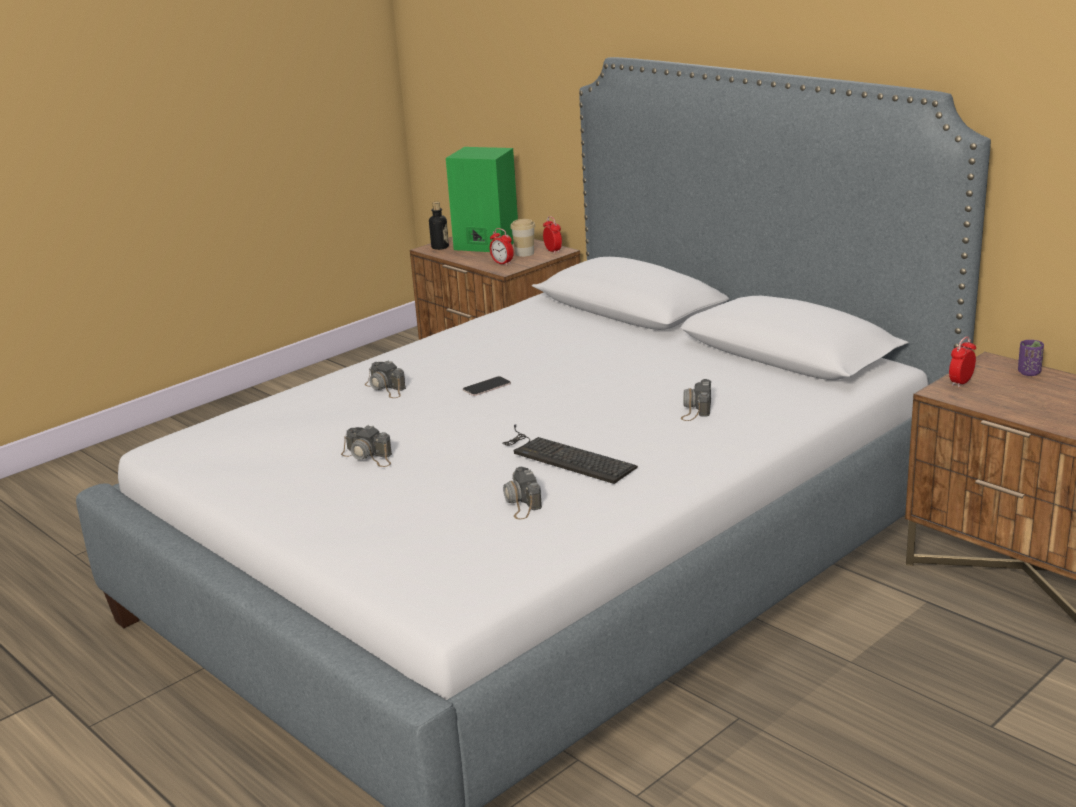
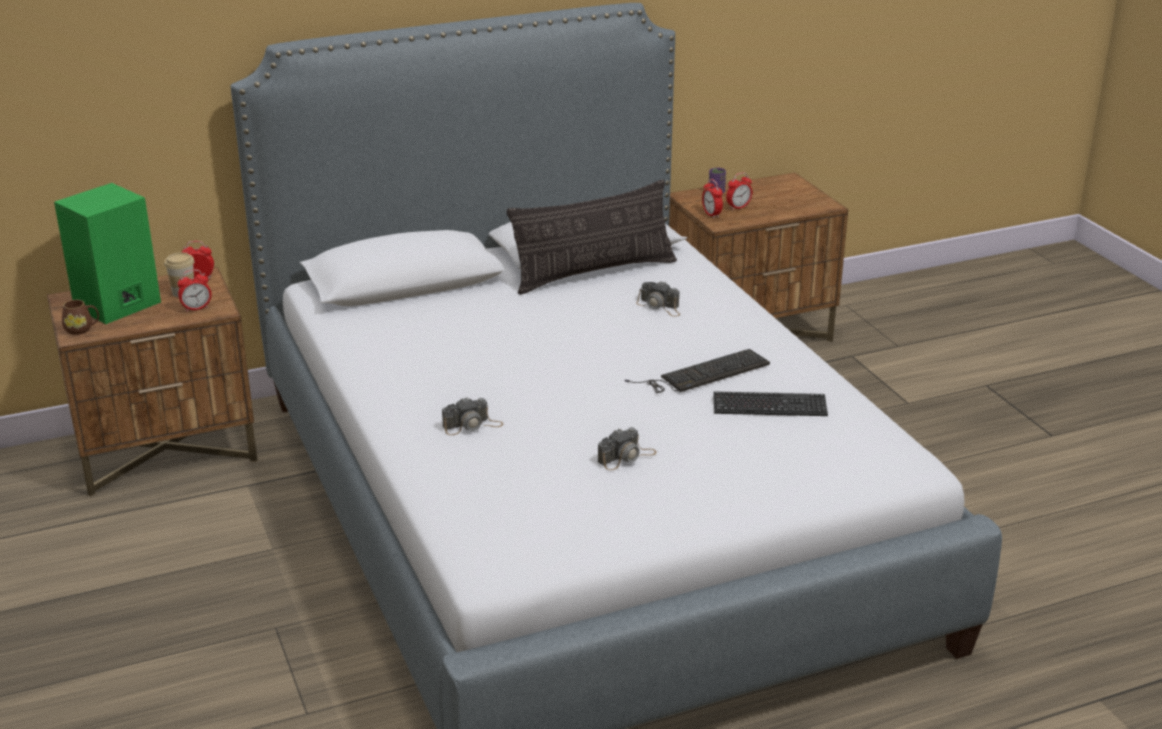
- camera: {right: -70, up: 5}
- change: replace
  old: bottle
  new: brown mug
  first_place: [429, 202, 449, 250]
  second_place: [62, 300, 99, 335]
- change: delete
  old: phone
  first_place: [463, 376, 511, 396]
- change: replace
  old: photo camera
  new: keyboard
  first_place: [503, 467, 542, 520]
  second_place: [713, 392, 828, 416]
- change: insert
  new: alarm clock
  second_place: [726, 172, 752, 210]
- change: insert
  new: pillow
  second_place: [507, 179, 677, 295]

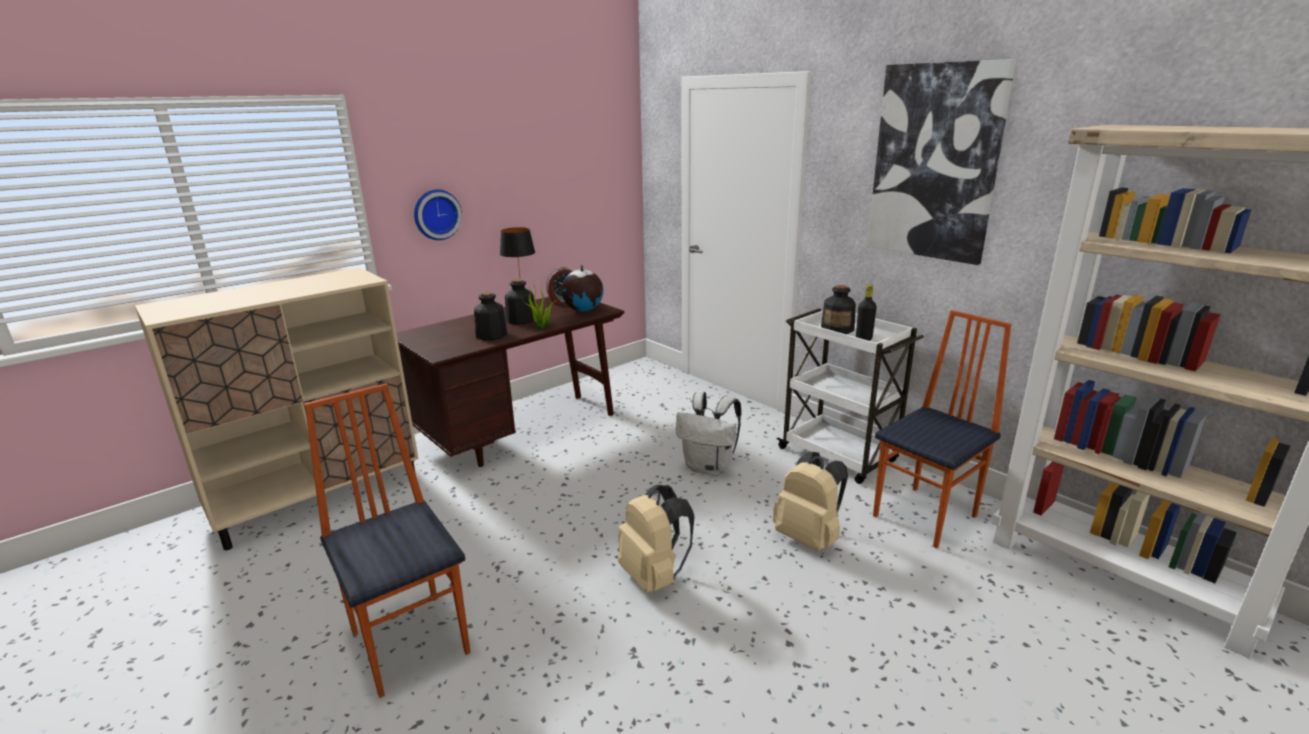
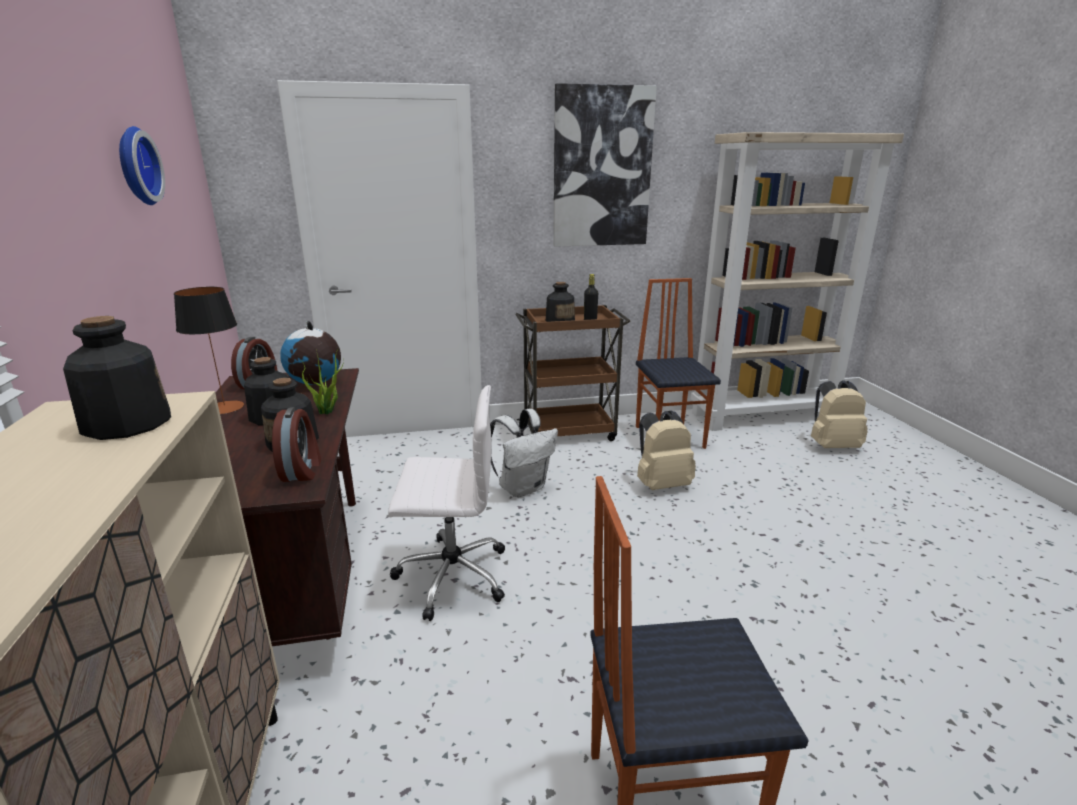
- camera: {right: -60, up: 0}
- change: move
  old: wall clock
  first_place: [414, 189, 462, 240]
  second_place: [119, 126, 165, 205]
- change: recolor
  old: white cart
  new: brown cart
  first_place: [776, 308, 924, 484]
  second_place: [515, 305, 631, 441]
- change: move
  old: beige backpack
  first_place: [618, 484, 695, 593]
  second_place: [811, 380, 868, 448]
- change: insert
  new: bottle
  second_place: [63, 316, 171, 440]
- change: insert
  new: white office chair
  second_place: [388, 385, 505, 621]
- change: insert
  new: alarm clock
  second_place: [272, 407, 321, 482]

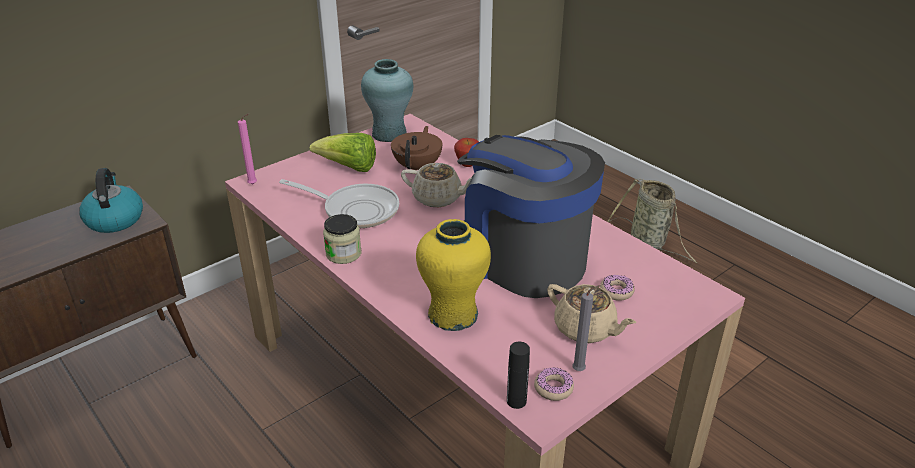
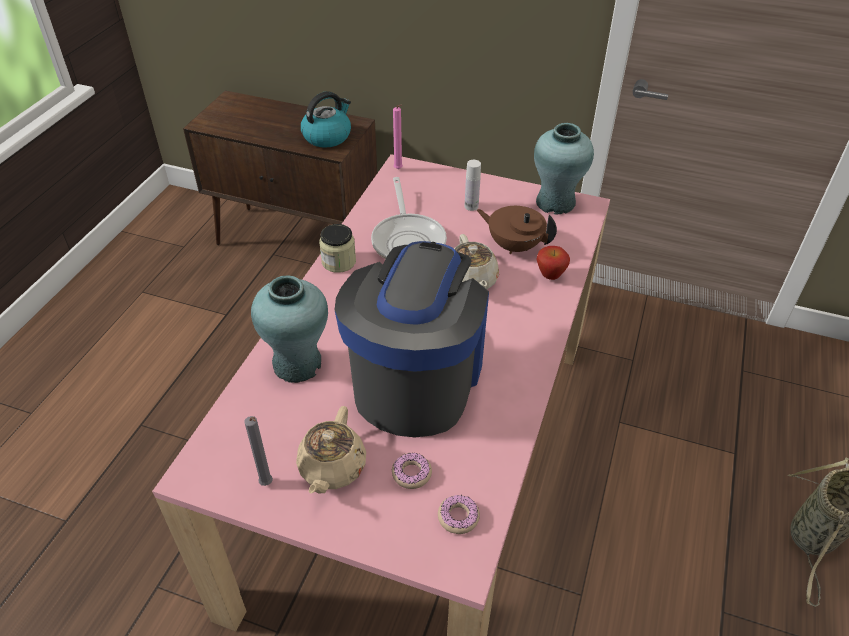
- camera: {right: 60, up: 10}
- change: rotate
  old: brown teapot
  first_place: [391, 126, 442, 170]
  second_place: [477, 206, 557, 254]
  degrees: -135
- change: replace
  old: lettuce
  new: white bottle
  first_place: [310, 133, 376, 172]
  second_place: [465, 160, 481, 211]
- change: recolor
  old: yellow vase
  new: turquoise vase
  first_place: [416, 219, 491, 331]
  second_place: [251, 276, 328, 383]
- change: delete
  old: black bottle
  first_place: [507, 342, 530, 409]
- change: move
  old: donut
  first_place: [534, 367, 574, 401]
  second_place: [438, 495, 480, 534]

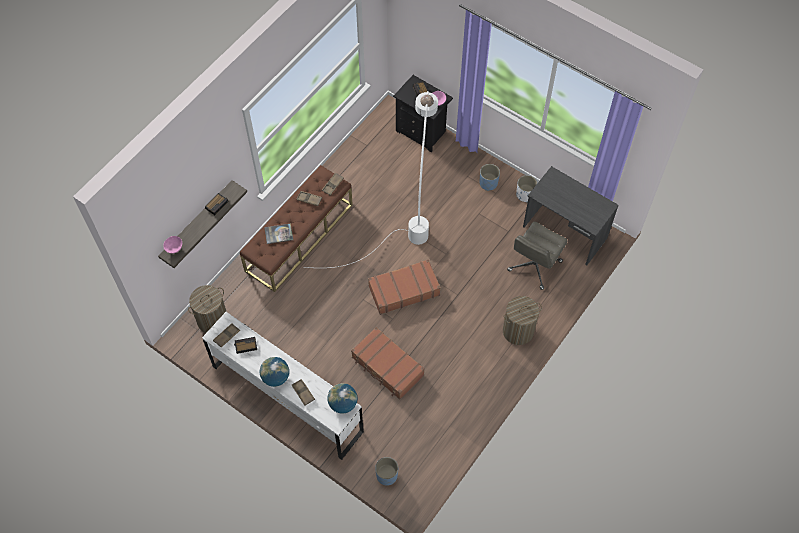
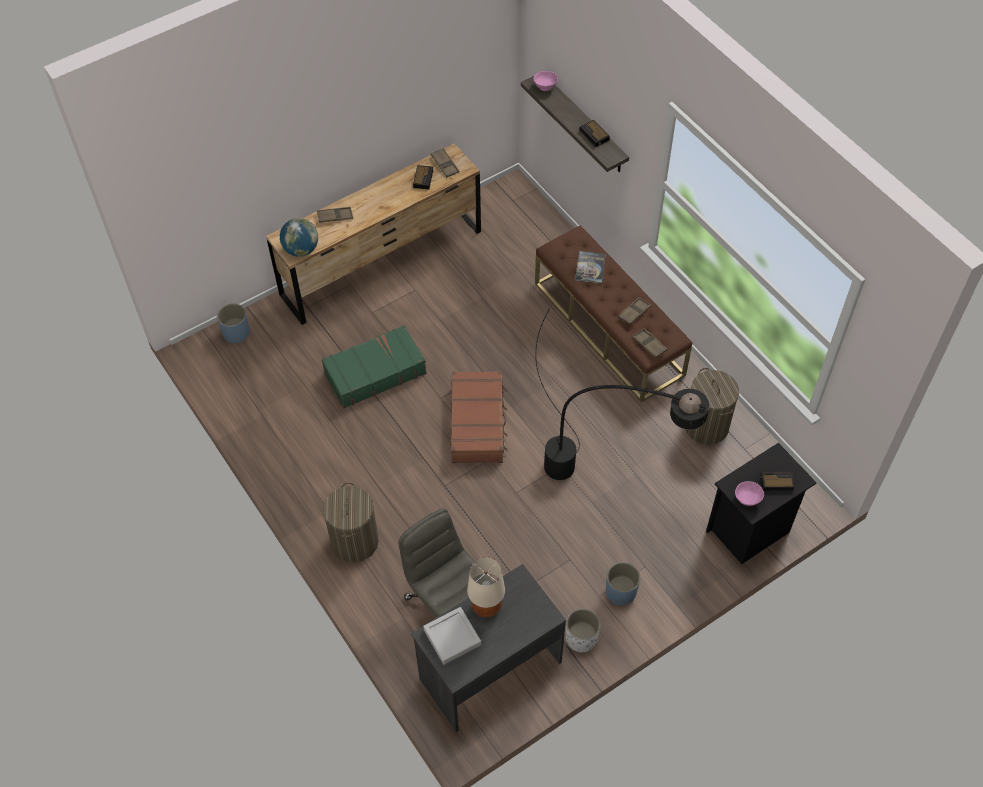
- camera: {right: 110, up: -5}
- change: recolor
  old: white floor lamp
  new: black floor lamp
  first_place: [304, 91, 438, 268]
  second_place: [535, 308, 709, 480]
- change: move
  old: laundry basket
  first_place: [188, 285, 227, 333]
  second_place: [685, 368, 739, 445]
- change: recolor
  old: white dresser
  new: brown dresser
  first_place: [202, 312, 364, 460]
  second_place: [266, 143, 481, 325]
- change: recolor
  old: brown suitcase
  new: green suitcase
  first_place: [351, 327, 425, 400]
  second_place: [322, 325, 427, 408]
- change: delete
  old: globe
  first_place: [260, 357, 289, 387]
- change: insert
  new: beige table lamp
  second_place: [467, 557, 505, 618]
- change: insert
  new: grey tray
  second_place: [423, 607, 481, 665]

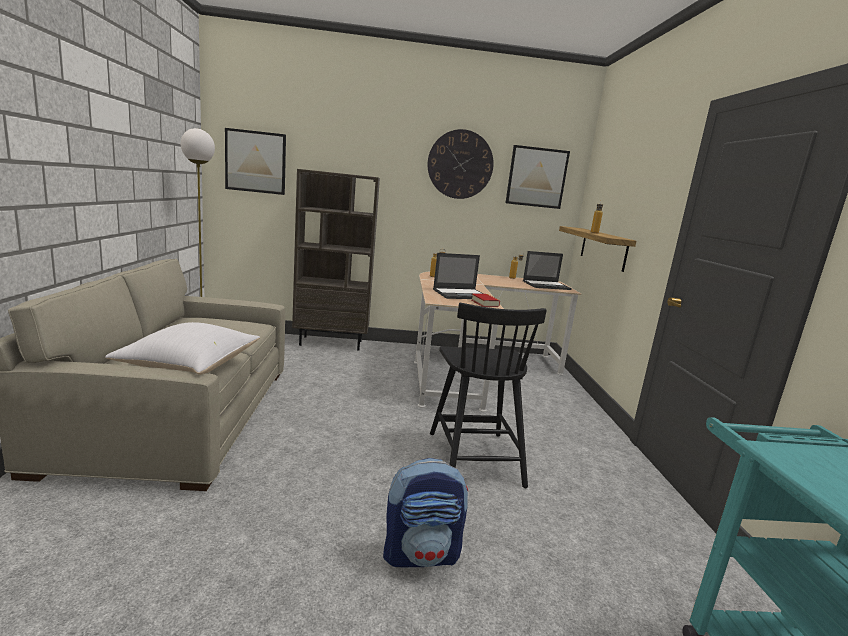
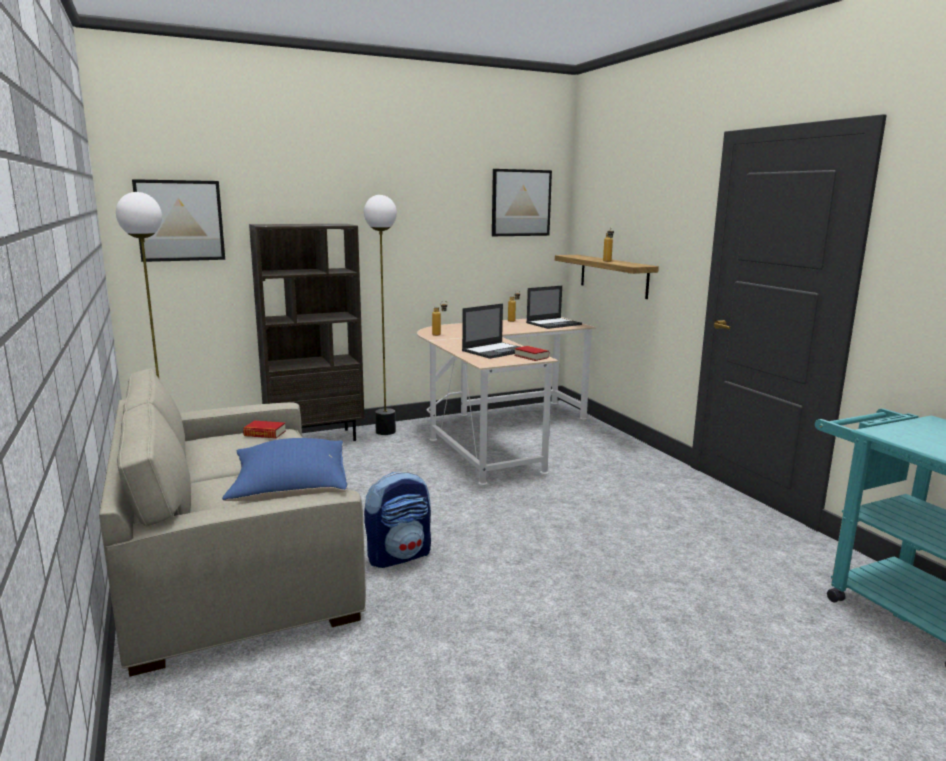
- camera: {right: -20, up: 0}
- change: delete
  old: wall clock
  first_place: [428, 129, 494, 199]
- change: delete
  old: black chair
  first_place: [430, 303, 547, 488]
- change: recolor
  old: white pillow
  new: blue pillow
  first_place: [105, 322, 260, 375]
  second_place: [222, 438, 348, 502]
- change: move
  old: backpack
  first_place: [383, 458, 468, 567]
  second_place: [364, 471, 431, 568]
- change: insert
  new: floor lamp
  second_place: [364, 195, 397, 435]
- change: insert
  new: book
  second_place: [243, 420, 286, 438]

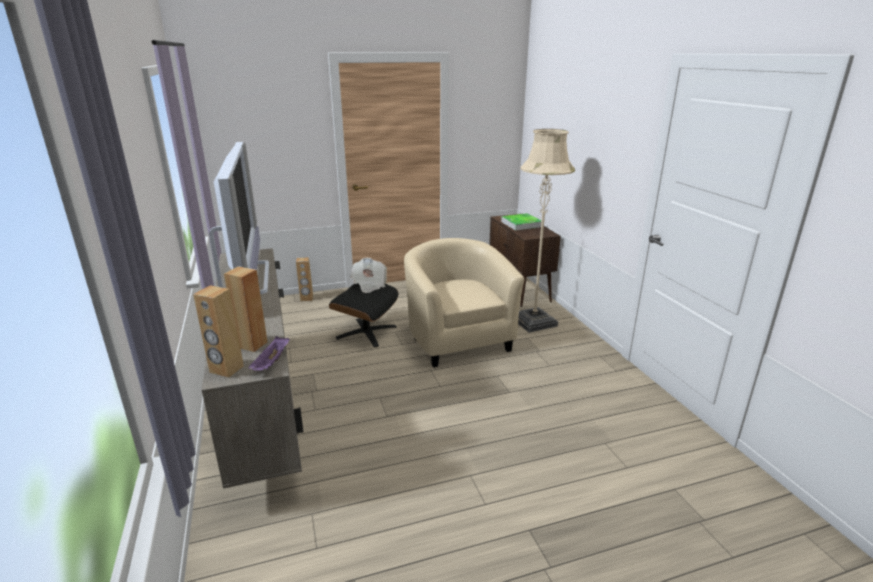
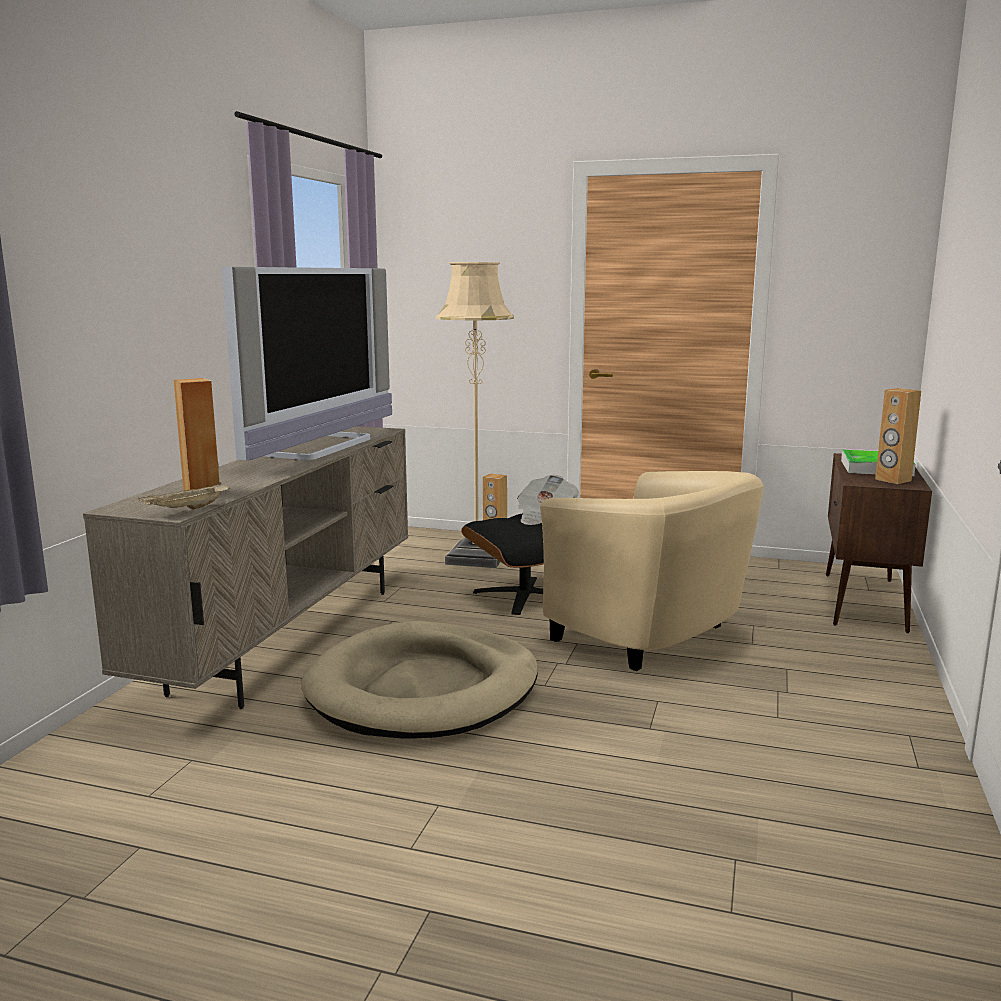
- camera: {right: 35, up: -10}
- change: move
  old: beige floor lamp
  first_place: [518, 129, 575, 333]
  second_place: [436, 262, 514, 568]
- change: rotate
  old: beige armchair
  first_place: [404, 238, 524, 368]
  second_place: [540, 471, 764, 671]
  degrees: 120
- change: move
  old: brown speaker
  first_place: [193, 285, 244, 378]
  second_place: [875, 388, 921, 484]
- change: recolor
  old: purple tray
  new: beige tray
  first_place: [248, 336, 290, 371]
  second_place: [138, 482, 230, 509]
- change: insert
  new: beige dog bed
  second_place: [301, 621, 538, 739]

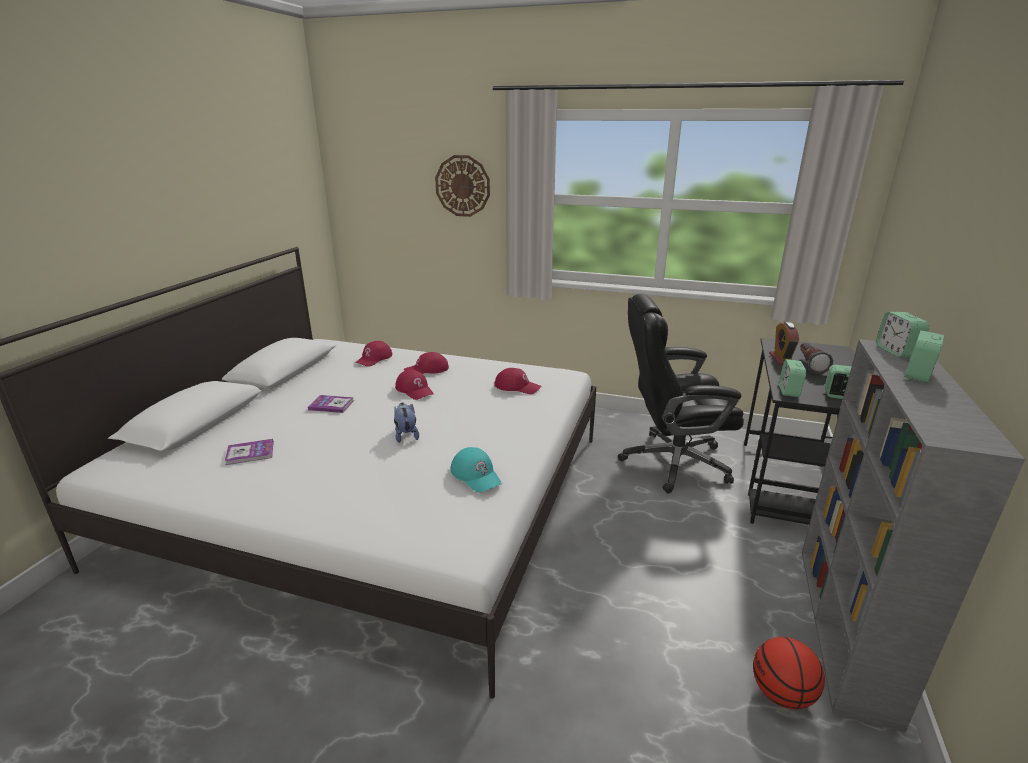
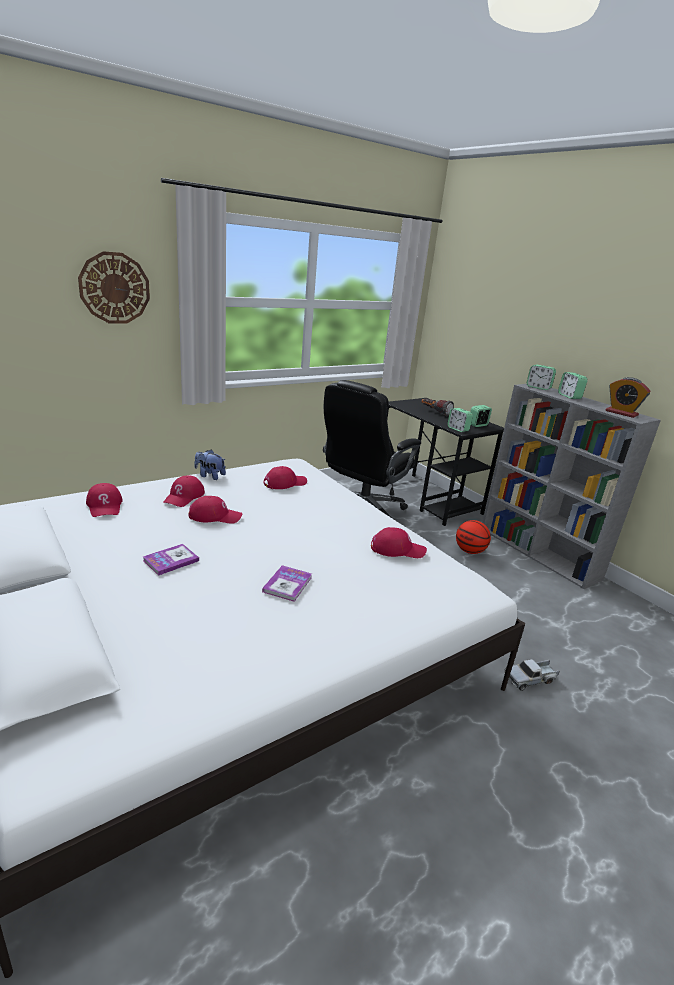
- camera: {right: -55, up: 0}
- change: move
  old: alarm clock
  first_place: [769, 322, 799, 365]
  second_place: [606, 377, 650, 418]
- change: move
  old: plush toy
  first_place: [394, 402, 419, 443]
  second_place: [194, 450, 226, 480]
- change: move
  old: book
  first_place: [225, 439, 274, 465]
  second_place: [262, 565, 312, 602]
- change: recolor
  old: turquoise cap
  new: red cap
  first_place: [451, 447, 502, 492]
  second_place: [371, 527, 427, 558]
- change: move
  old: basketball
  first_place: [753, 637, 825, 709]
  second_place: [456, 520, 491, 554]
- change: insert
  new: toy truck
  second_place: [504, 659, 560, 691]

